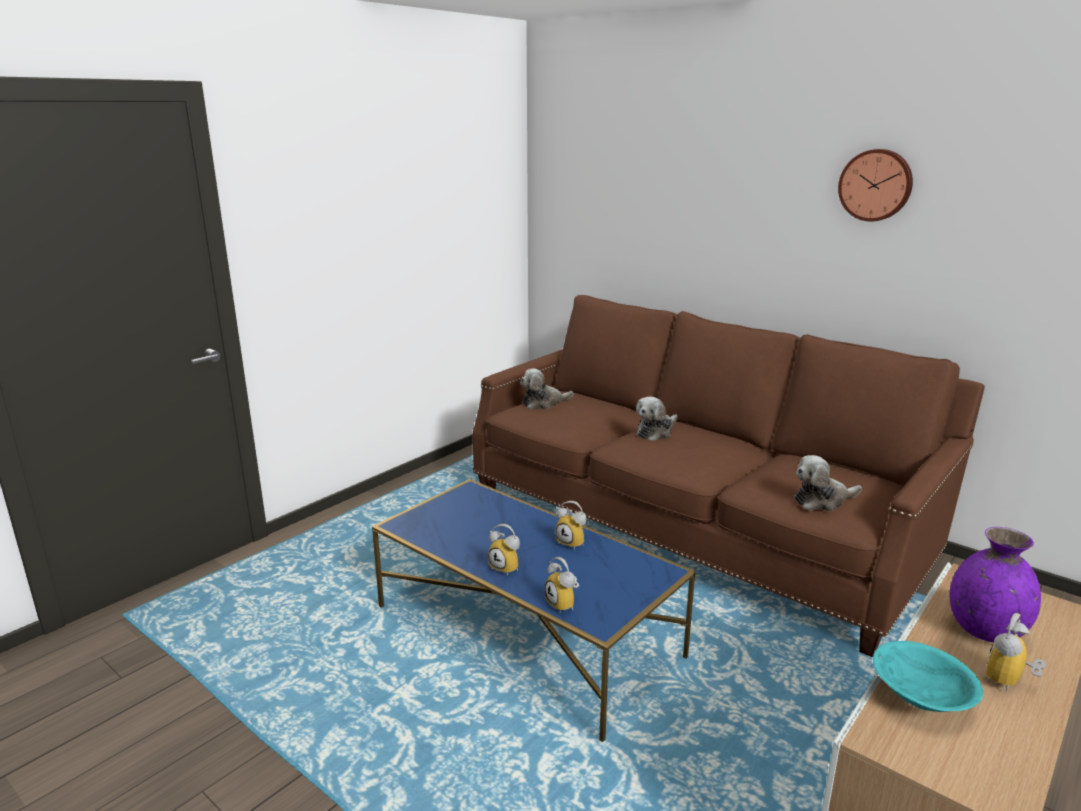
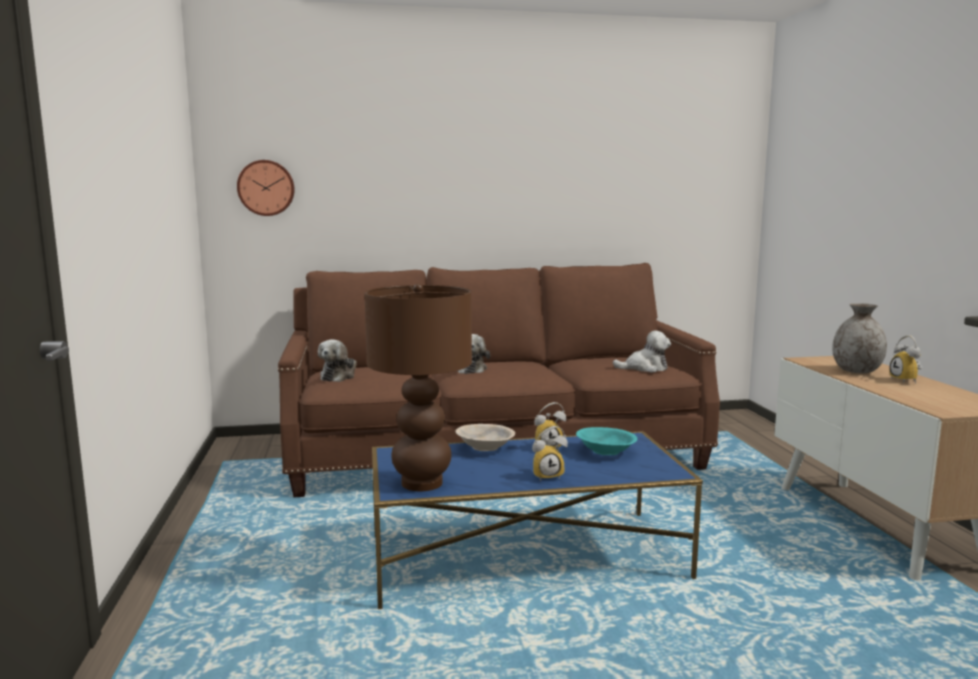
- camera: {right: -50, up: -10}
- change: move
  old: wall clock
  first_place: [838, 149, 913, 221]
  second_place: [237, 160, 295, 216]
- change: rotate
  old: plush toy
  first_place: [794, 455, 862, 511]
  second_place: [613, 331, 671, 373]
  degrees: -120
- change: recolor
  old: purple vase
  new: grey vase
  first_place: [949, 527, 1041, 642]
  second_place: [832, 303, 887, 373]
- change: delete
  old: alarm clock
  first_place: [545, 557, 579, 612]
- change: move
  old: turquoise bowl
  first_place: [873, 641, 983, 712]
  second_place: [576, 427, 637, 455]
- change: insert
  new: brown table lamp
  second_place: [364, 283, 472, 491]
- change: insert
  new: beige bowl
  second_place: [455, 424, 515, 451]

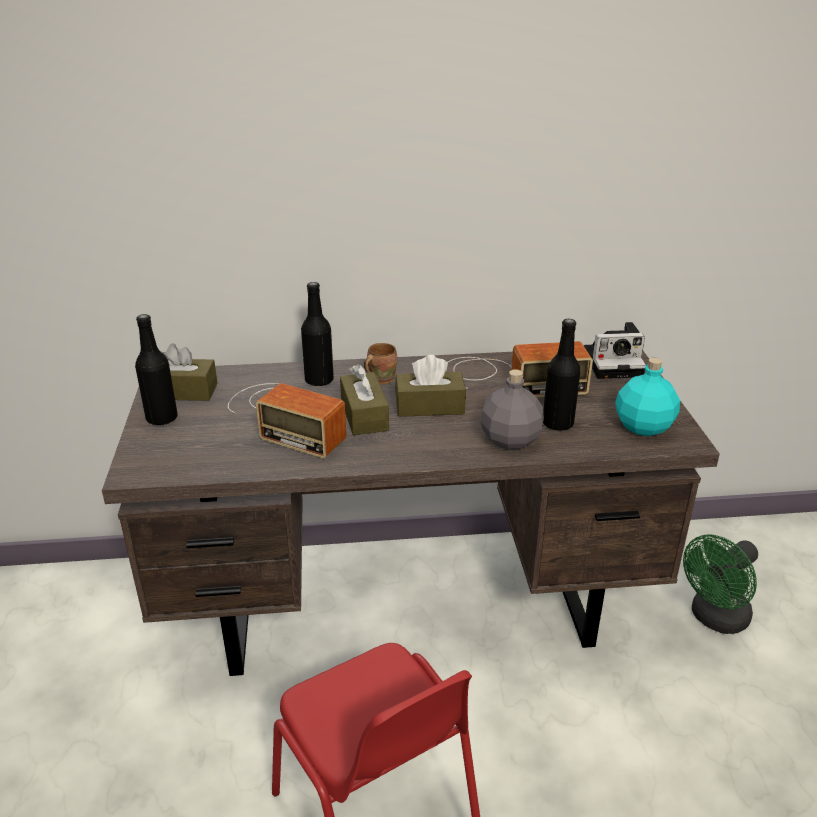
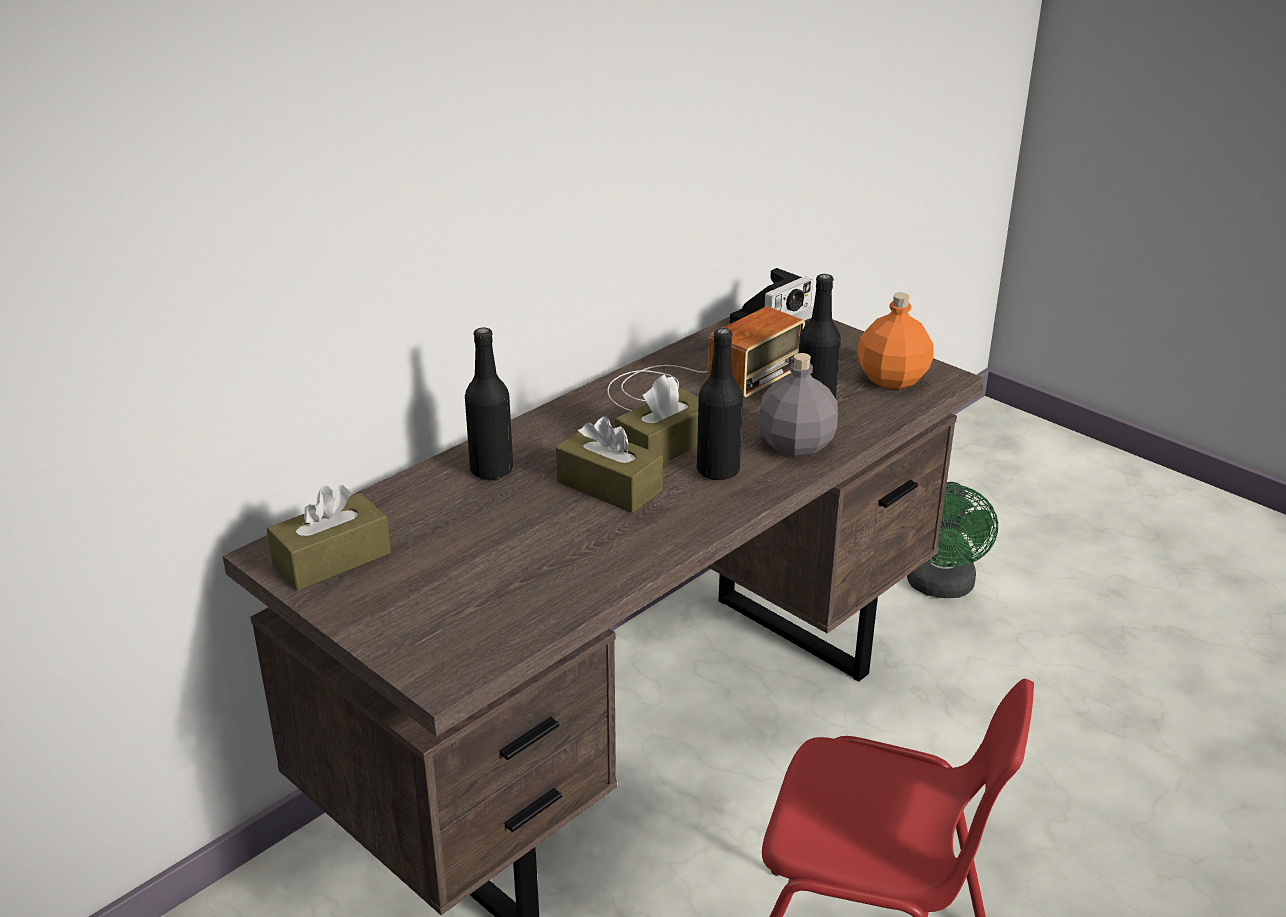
- camera: {right: -40, up: 0}
- change: move
  old: black bottle
  first_place: [135, 314, 178, 426]
  second_place: [697, 328, 743, 481]
- change: delete
  old: brown mug
  first_place: [364, 343, 398, 385]
- change: recolor
  old: turquoise bottle
  new: orange bottle
  first_place: [615, 357, 680, 436]
  second_place: [857, 292, 934, 389]
- change: delete
  old: radio
  first_place: [228, 383, 347, 458]

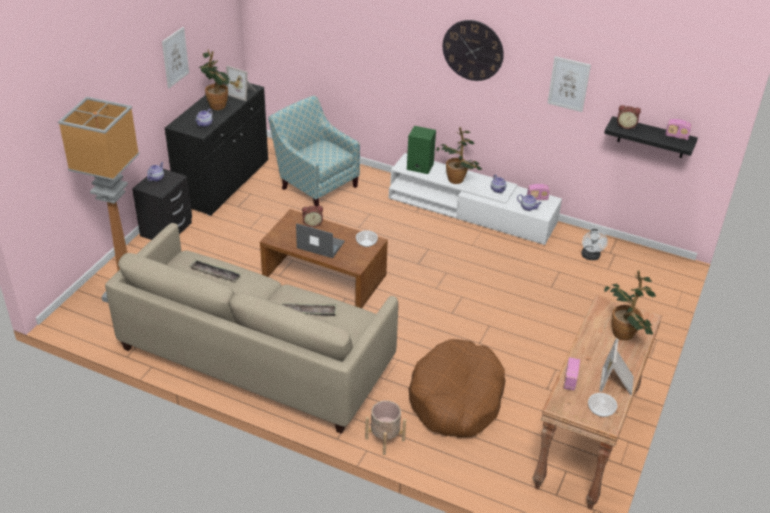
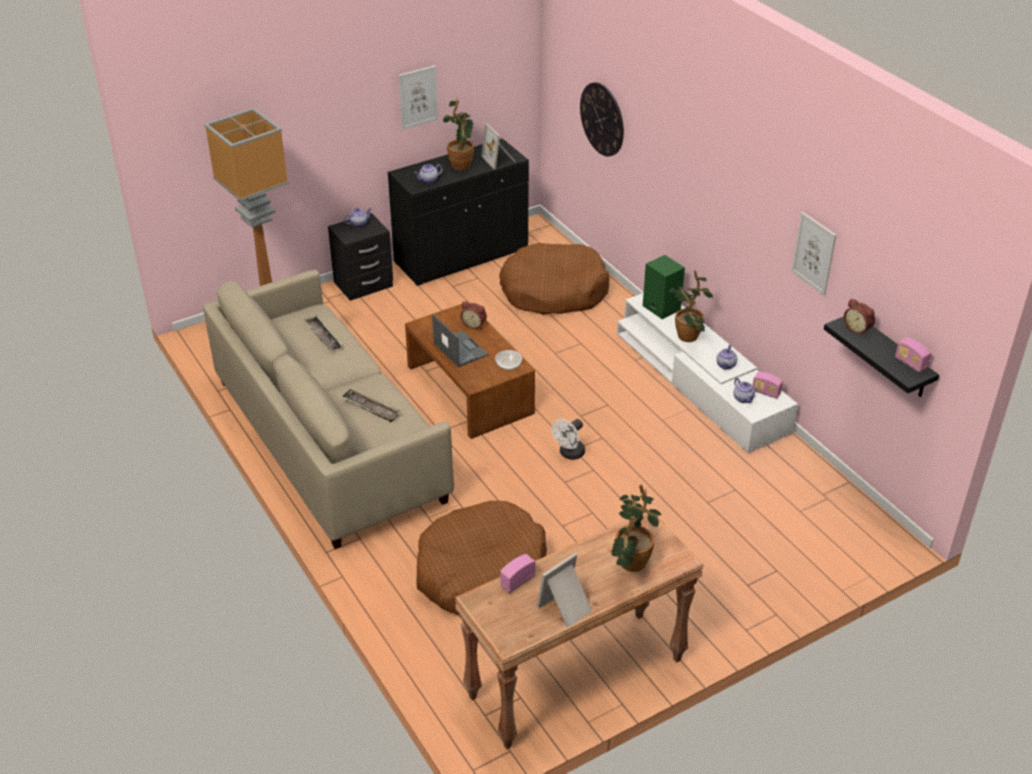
- camera: {right: 35, up: 0}
- change: move
  old: wall clock
  first_place: [443, 20, 504, 81]
  second_place: [580, 82, 624, 156]
- change: replace
  old: armchair
  new: brown dog bed
  first_place: [268, 95, 360, 206]
  second_place: [499, 243, 610, 315]
- change: move
  old: white fan
  first_place: [581, 229, 608, 260]
  second_place: [552, 419, 585, 460]
- change: delete
  old: bowl
  first_place: [588, 393, 617, 417]
- change: delete
  old: beige planter
  first_place: [365, 400, 406, 455]

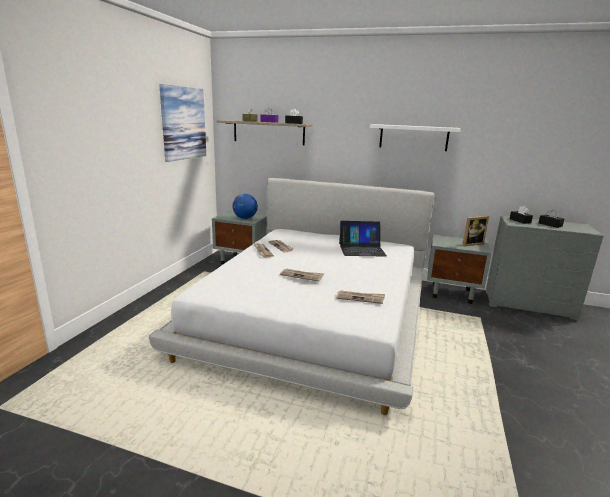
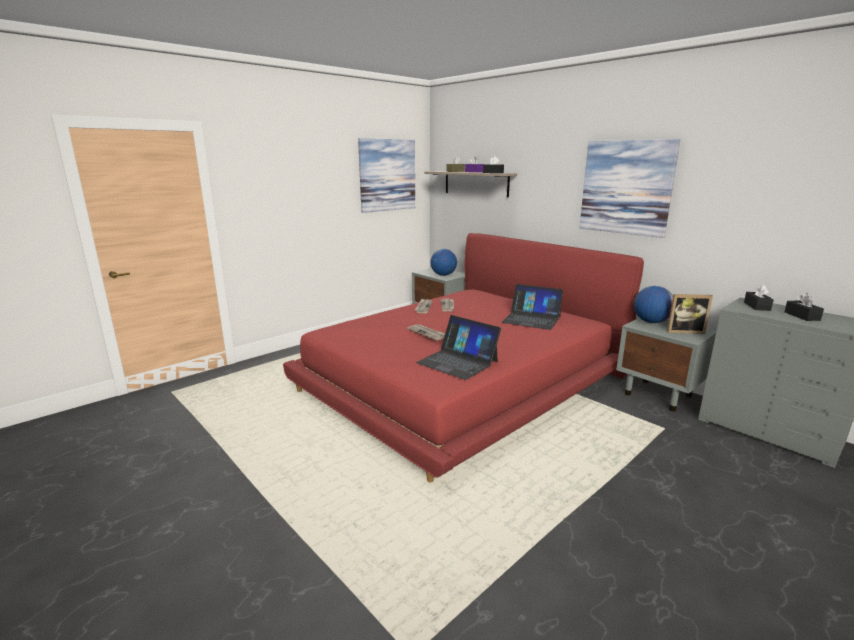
- camera: {right: 30, up: 0}
- change: replace
  old: white shelf
  new: picture
  first_place: [370, 124, 460, 151]
  second_place: [580, 139, 680, 238]
- change: recolor
  old: white bed
  new: red bed
  first_place: [149, 178, 434, 415]
  second_place: [283, 233, 644, 482]
- change: replace
  old: newspaper
  new: laptop
  first_place: [336, 290, 385, 304]
  second_place: [416, 315, 501, 380]
- change: insert
  new: globe
  second_place: [634, 286, 673, 323]

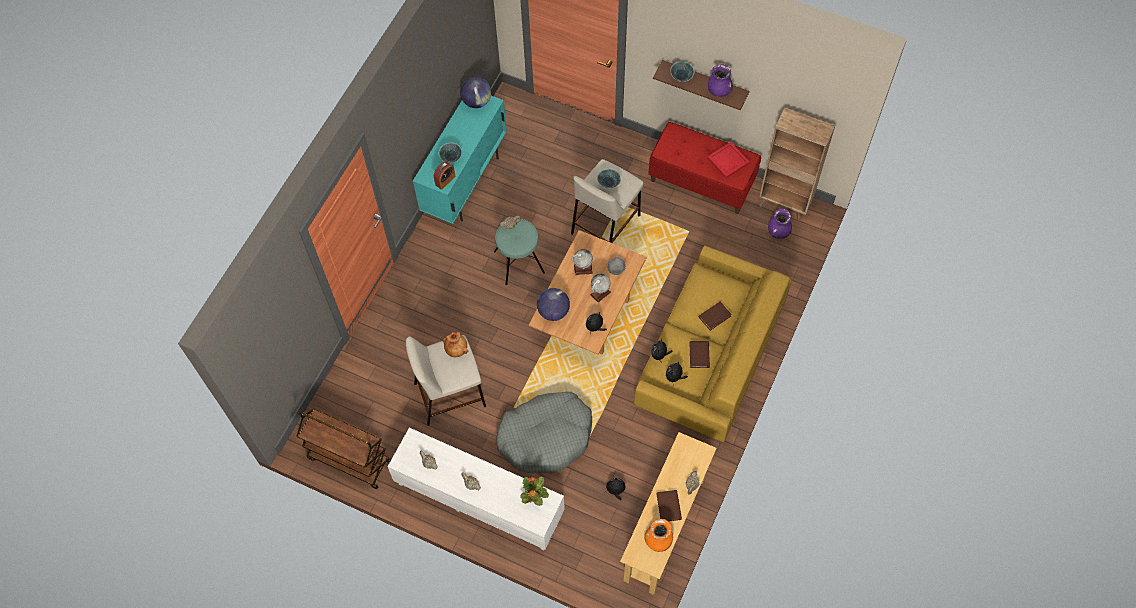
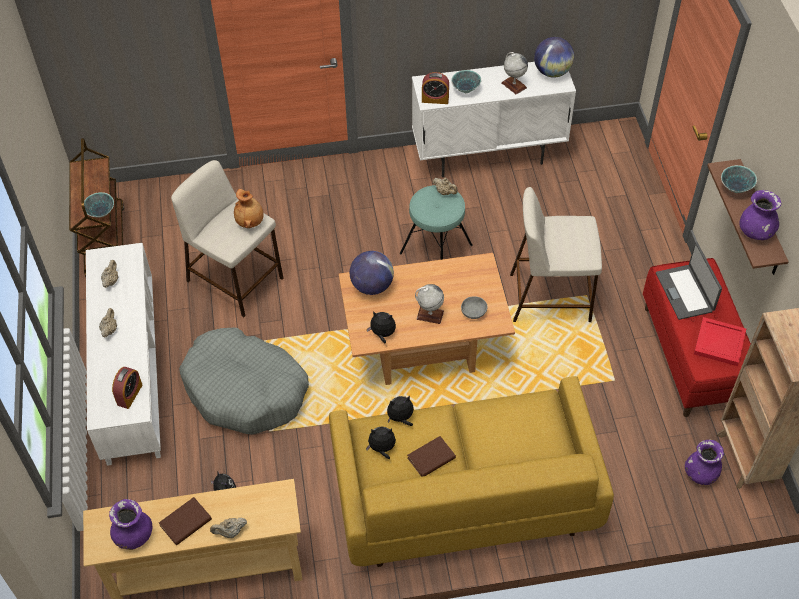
- camera: {right: 55, up: -10}
- change: recolor
  old: turquoise cabinet
  new: white cabinet
  first_place: [413, 96, 507, 224]
  second_place: [412, 62, 576, 177]
- change: move
  old: bowl
  first_place: [597, 168, 621, 189]
  second_place: [84, 192, 114, 218]
- change: move
  old: globe
  first_place: [572, 249, 593, 275]
  second_place: [501, 52, 528, 94]
- change: delete
  old: brown book
  first_place: [699, 302, 732, 331]
- change: replace
  old: potted plant
  new: alarm clock
  first_place: [520, 476, 549, 506]
  second_place: [112, 367, 142, 409]
- change: recolor
  old: orange vase
  new: purple vase
  first_place: [644, 519, 673, 552]
  second_place: [109, 499, 152, 550]
- change: insert
  new: laptop
  second_place: [656, 242, 722, 320]

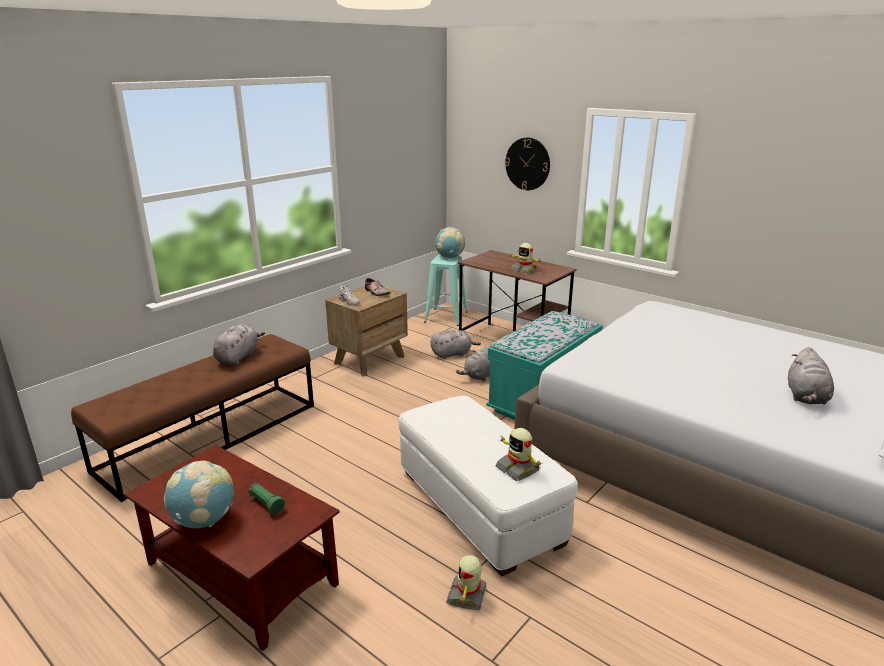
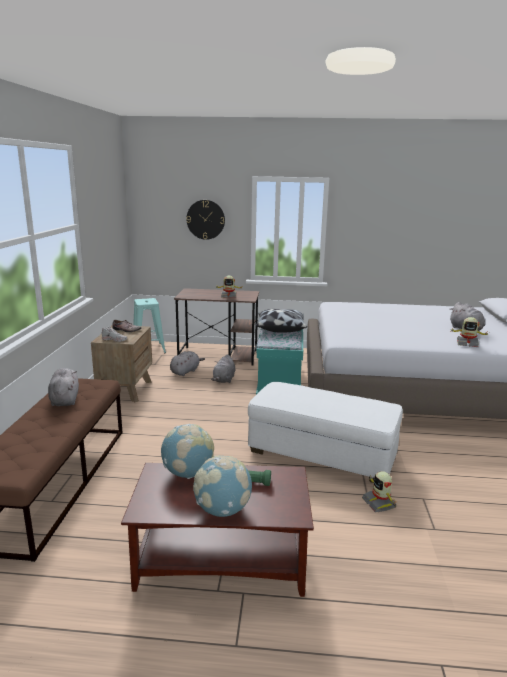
- camera: {right: -35, up: -5}
- change: move
  old: globe
  first_place: [435, 227, 465, 258]
  second_place: [161, 424, 214, 479]
- change: move
  old: toy robot
  first_place: [495, 428, 543, 481]
  second_place: [450, 317, 489, 347]
- change: insert
  new: pillow
  second_place: [255, 309, 307, 333]

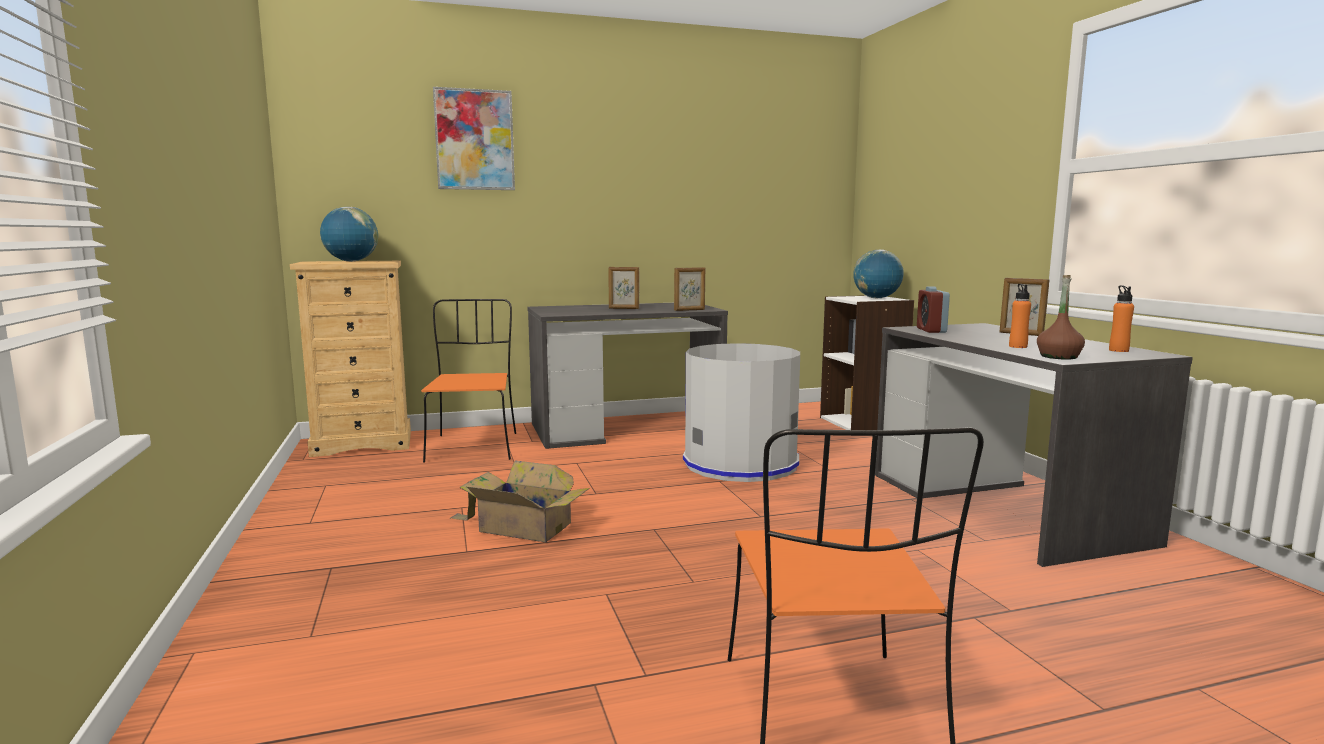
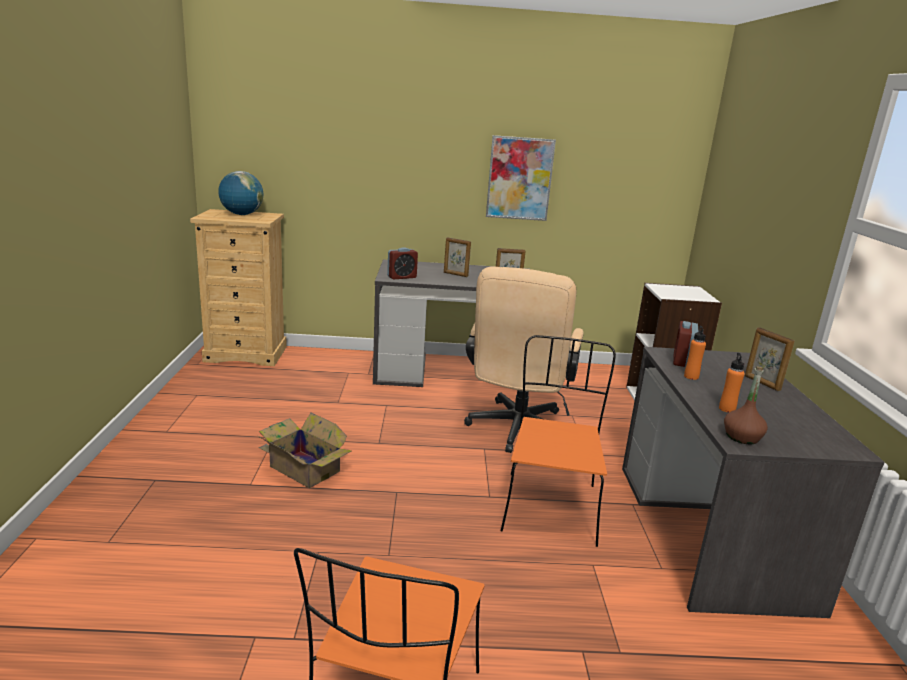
- camera: {right: 15, up: 10}
- change: move
  old: picture
  first_place: [433, 87, 515, 190]
  second_place: [486, 135, 556, 221]
- change: delete
  old: globe
  first_place: [853, 250, 904, 298]
- change: move
  old: orange bottle
  first_place: [1109, 285, 1134, 352]
  second_place: [684, 326, 706, 380]
- change: move
  old: orange chair
  first_place: [421, 299, 516, 462]
  second_place: [500, 335, 616, 547]
- change: replace
  old: grey trash can
  new: beige office chair
  first_place: [683, 343, 800, 482]
  second_place: [464, 266, 584, 453]
- change: insert
  new: alarm clock
  second_place: [387, 247, 418, 280]

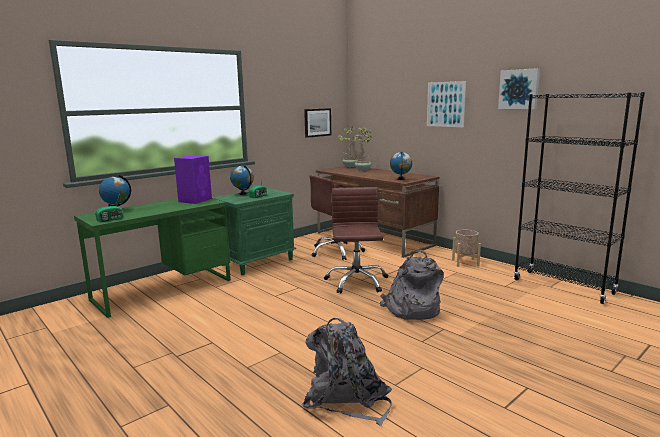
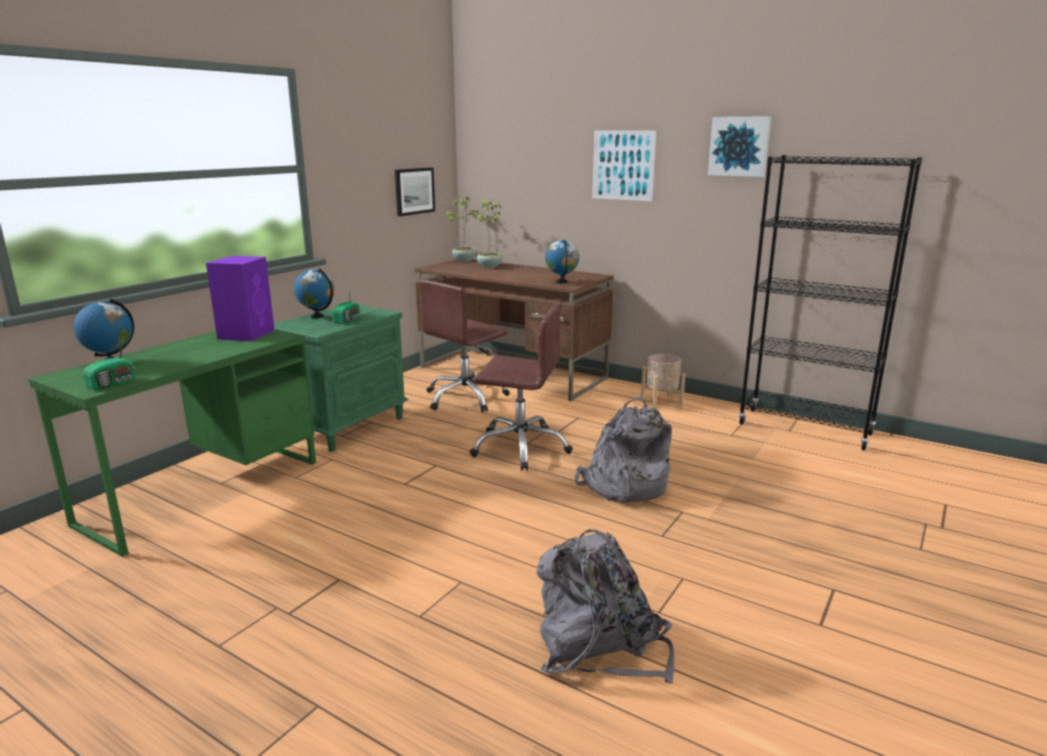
- camera: {right: -15, up: 5}
- change: rotate
  old: brown office chair
  first_place: [324, 187, 388, 294]
  second_place: [470, 303, 573, 471]
  degrees: 120

